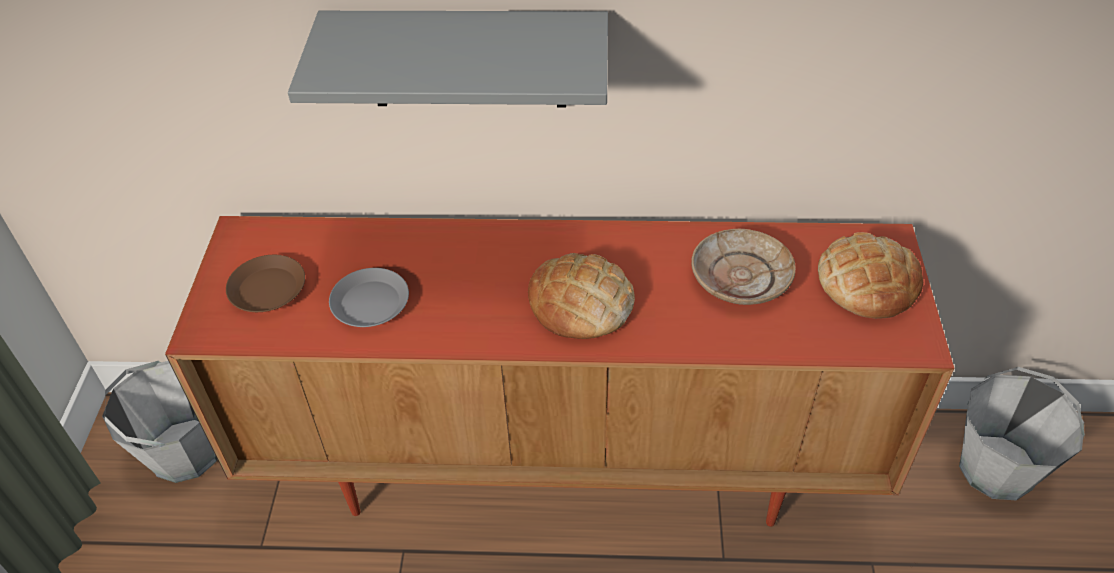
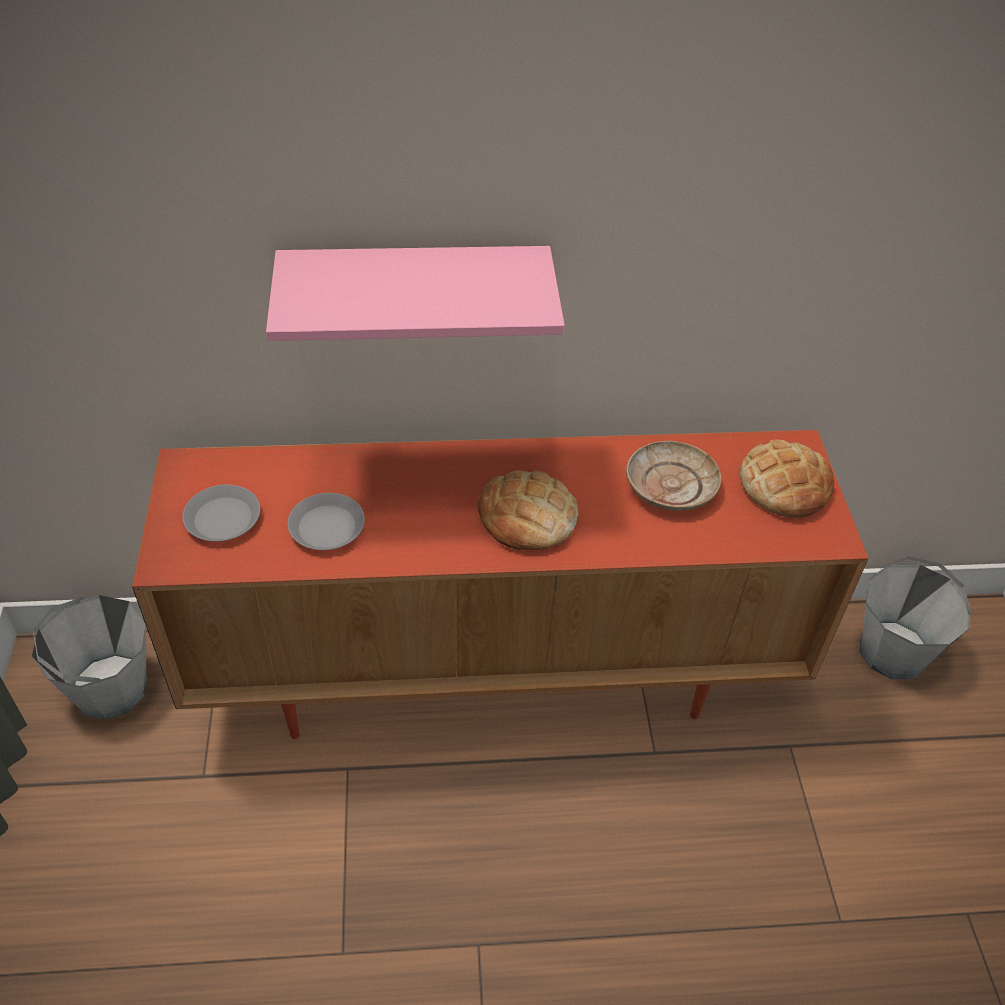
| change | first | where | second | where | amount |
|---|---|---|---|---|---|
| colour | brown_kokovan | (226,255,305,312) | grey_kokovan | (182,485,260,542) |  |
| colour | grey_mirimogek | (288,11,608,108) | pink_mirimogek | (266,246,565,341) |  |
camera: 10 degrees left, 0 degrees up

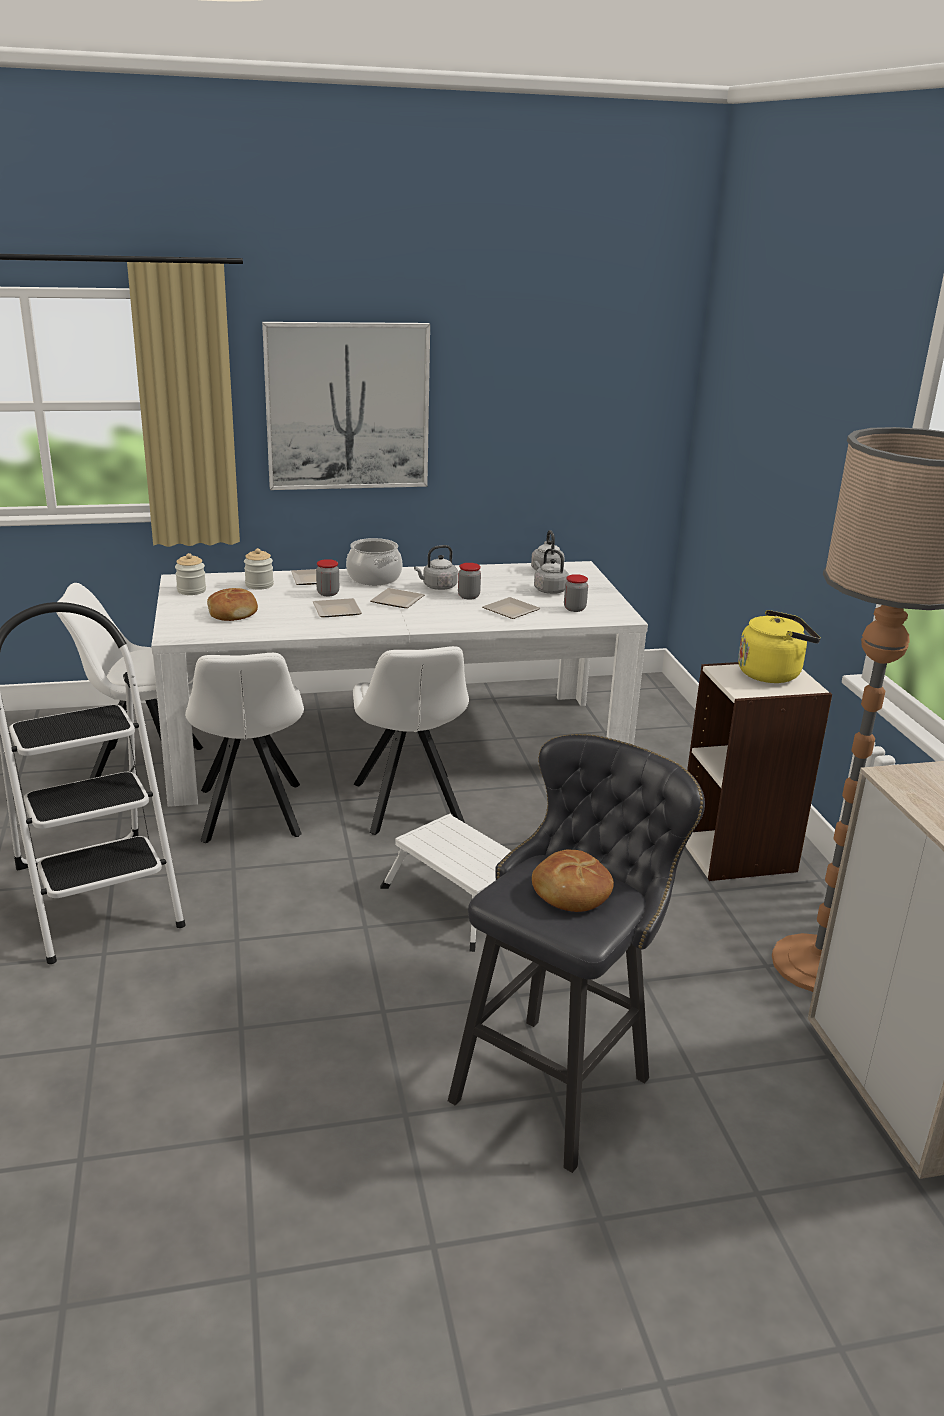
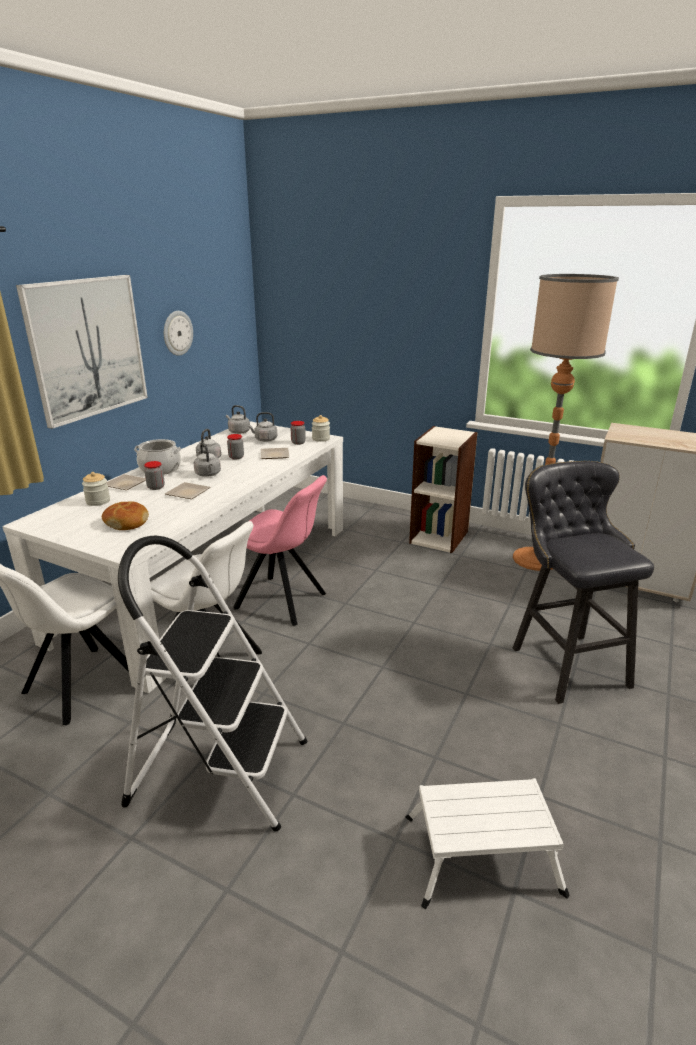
| change | first | where | second | where | amount |
|---|---|---|---|---|---|
| appeared |  |  | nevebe | (164,311,193,356) |  |
| exchanged | kokovan | (370,588,425,608) | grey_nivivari | (193,442,221,477) |  |
| colour | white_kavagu | (353,646,469,835) | pink_kavagu | (233,475,327,626) |  |
| relocated | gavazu | (175,553,206,595) |  | (312,415,330,442) |  |
| relocated | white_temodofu | (380,814,511,952) |  | (405,778,570,909) |  |
| missing | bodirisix | (532,850,614,912) |  |  |  |
| missing | yellow_nivivari | (738,610,821,683) |  |  |  |
camera: 50 degrees left, 0 degrees up

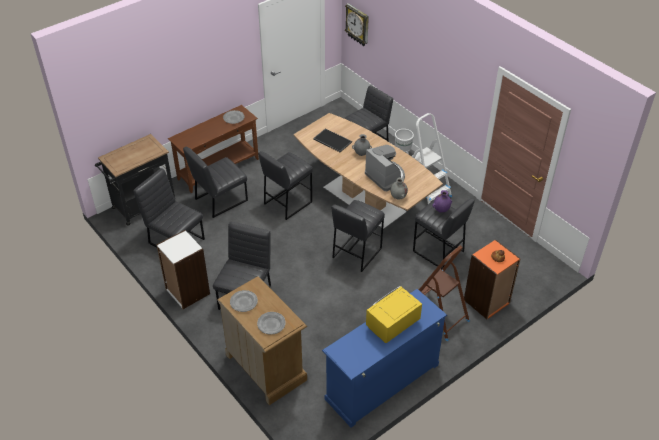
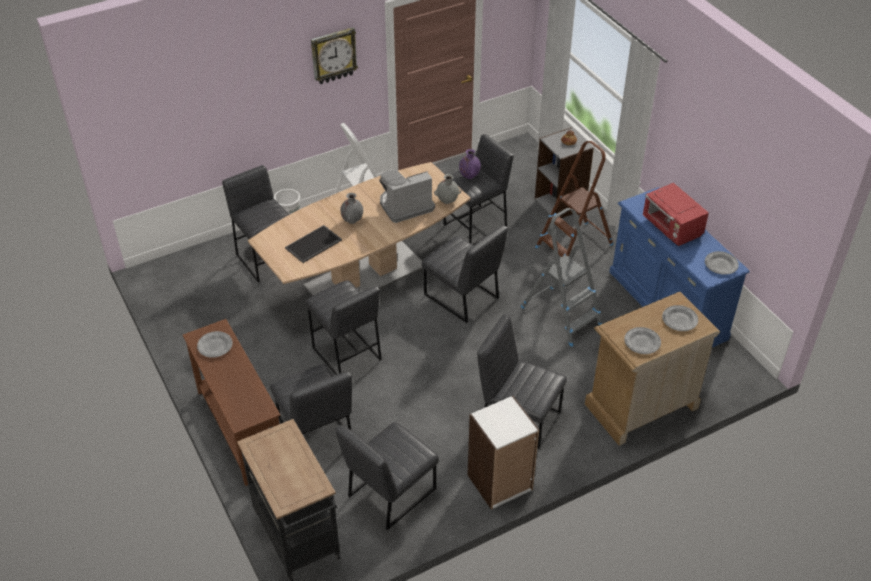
| change | first | where | second | where | amount |
|---|---|---|---|---|---|
| relocated | nevebe | (345,3,369,46) |  | (311,27,358,84) |  |
| exchanged | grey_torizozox | (331,200,385,272) | grey_kavagu | (422,225,508,323) |  |
| appeared |  |  | grey_temodofu | (521,208,602,347) |  |
| colour | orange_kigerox | (464,239,521,319) | grey_kigerox | (535,127,594,218) |  |
| colour | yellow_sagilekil | (366,286,422,343) | red_sagilekil | (642,183,709,246) |  |
| appeared |  |  | grey_kokovan | (705,251,739,275) |  |
camera: 80 degrees left, 0 degrees up

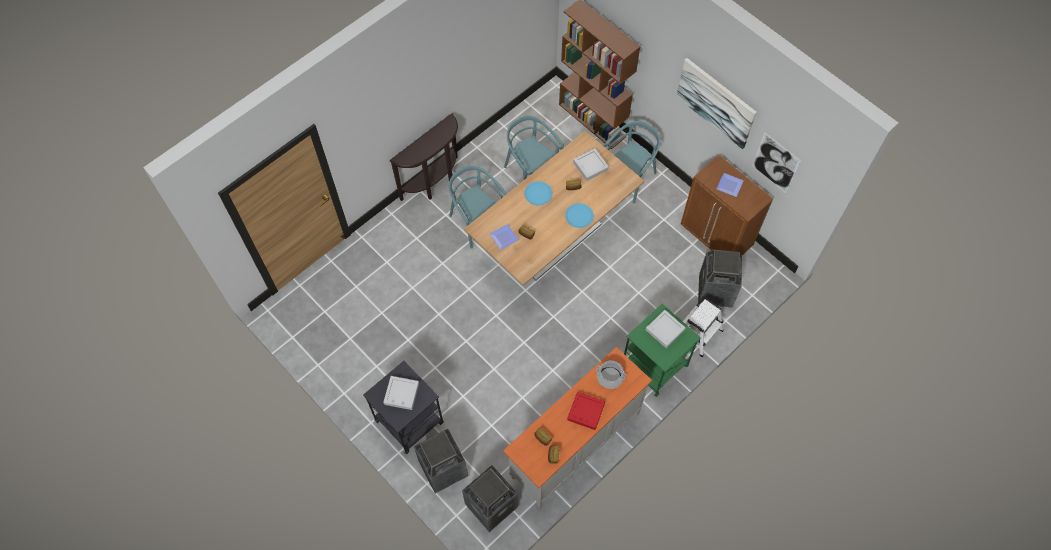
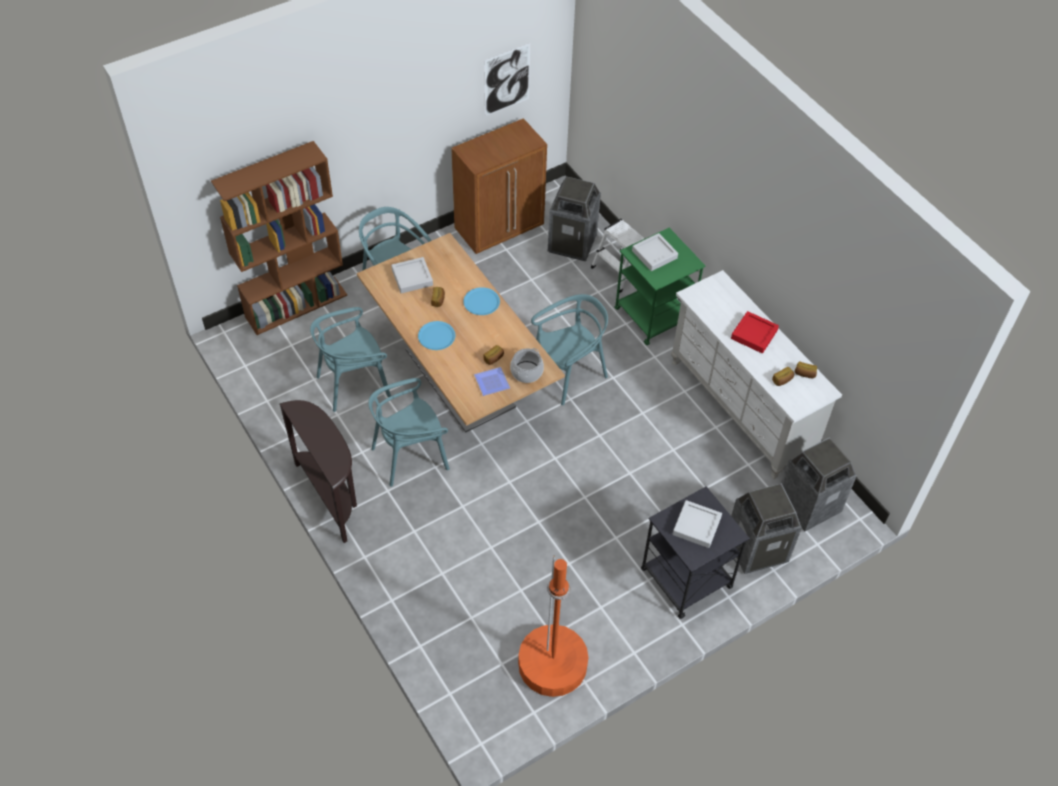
| change | first | where | second | where | amount |
|---|---|---|---|---|---|
| relocated | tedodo | (596,360,626,389) |  | (510,348,544,383) |  |
| appeared |  |  | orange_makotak | (518,556,588,697) |  |
| appeared |  |  | turquoise_kavagu | (531,294,608,405) |  |
| colour | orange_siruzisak | (503,347,652,508) | white_siruzisak | (671,270,842,479) |  |
| missing | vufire | (676,58,757,149) |  |  |  |
| missing | kokovan | (717,173,744,197) |  |  |  |
camera: 80 degrees left, 10 degrees down

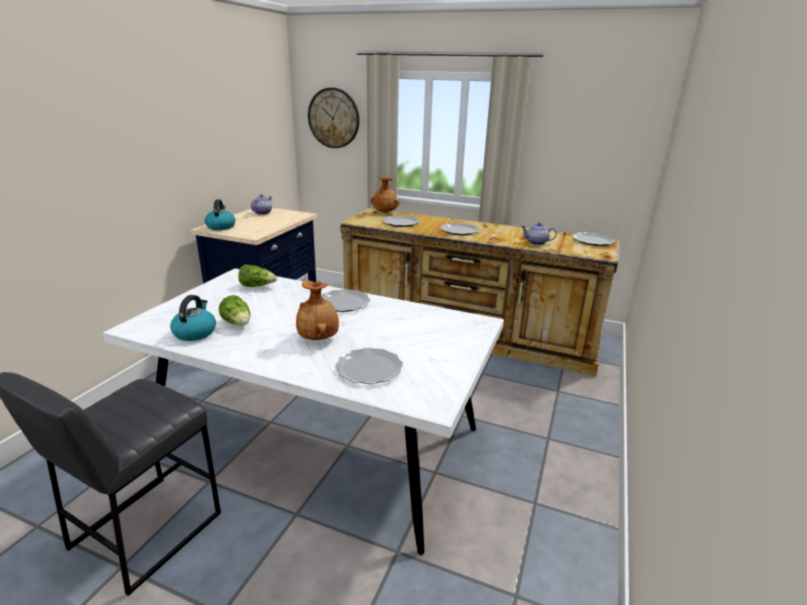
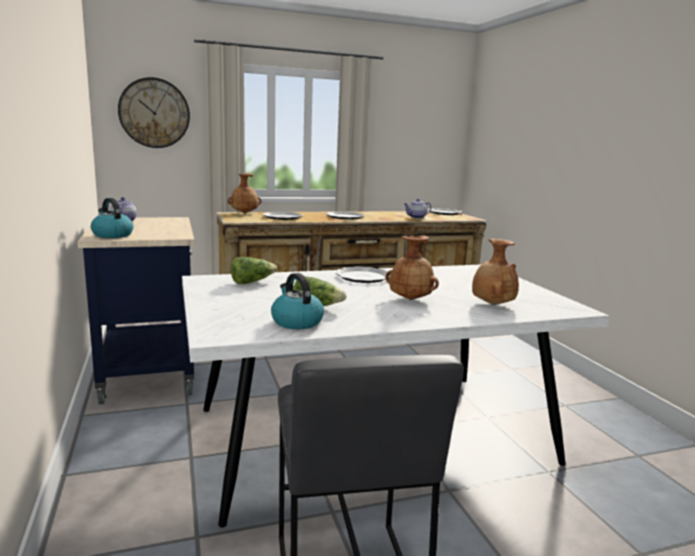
| change | first | where | second | where | amount |
|---|---|---|---|---|---|
| exchanged | kokovan | (335,348,403,384) | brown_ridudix | (472,239,519,305) |  |
camera: 40 degrees left, 10 degrees down

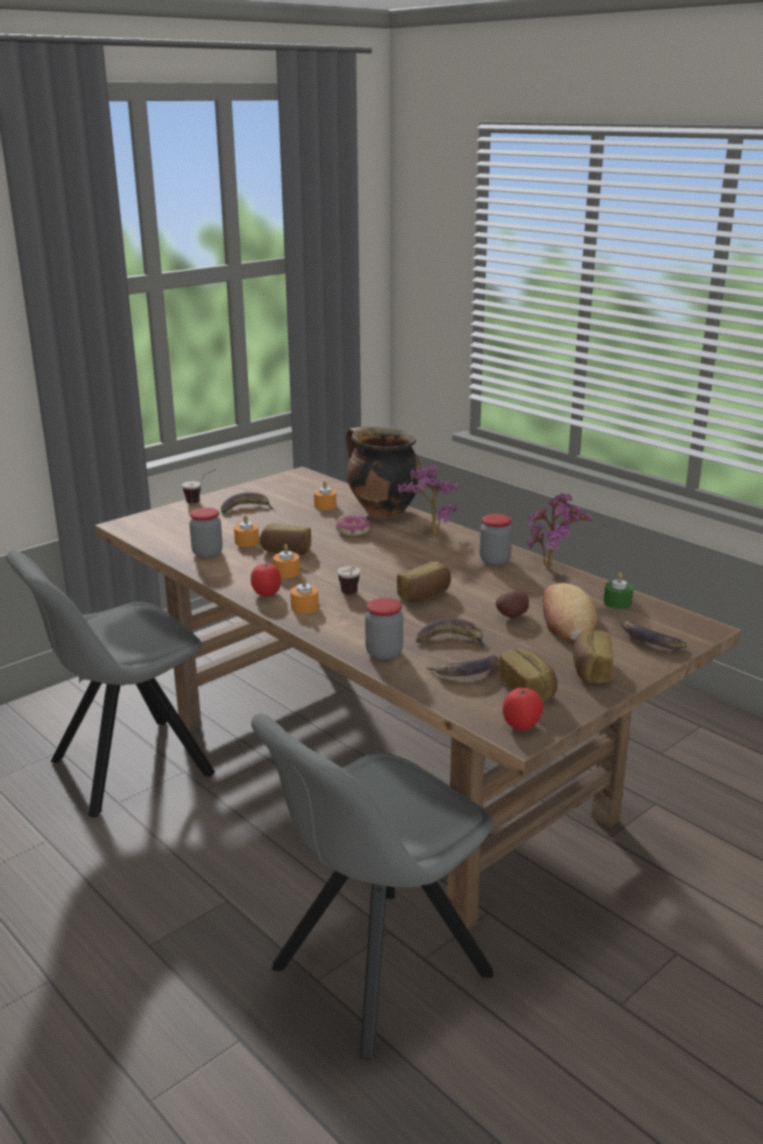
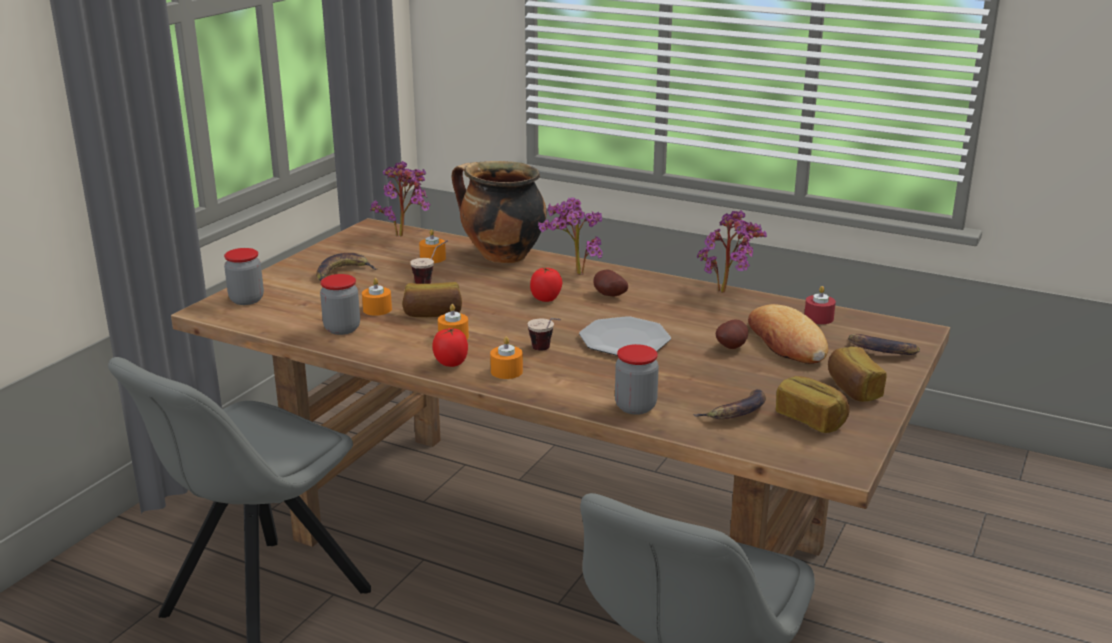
| change | first | where | second | where | amount |
|---|---|---|---|---|---|
| relocated | gavazu | (480,514,512,565) |  | (224,248,264,305) |  |
| appeared |  |  | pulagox | (370,161,431,236) |  |
| relocated | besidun | (182,469,216,504) |  | (410,240,448,284) |  |
| relocated | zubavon | (503,687,543,731) |  | (530,268,562,302) |  |
| exchanged | bodirisix | (397,562,451,603) | kokovan | (579,316,671,356) |  |
| appeared |  |  | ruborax | (593,270,628,296) |  |
| colour | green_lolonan | (603,573,633,609) | red_lolonan | (804,286,836,324) |  |
| missing | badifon | (336,516,371,536) |  |  |  |
| missing | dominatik | (416,618,485,649) |  |  |  |
camera: 20 degrees left, 0 degrees up

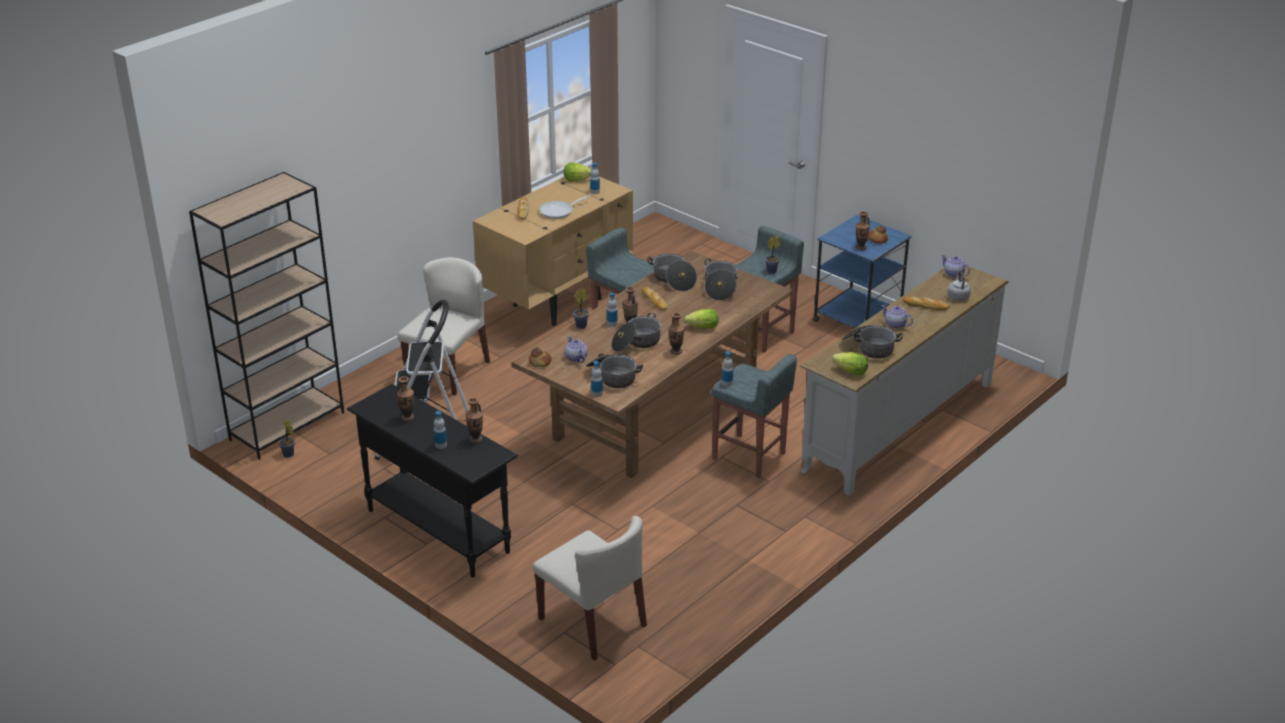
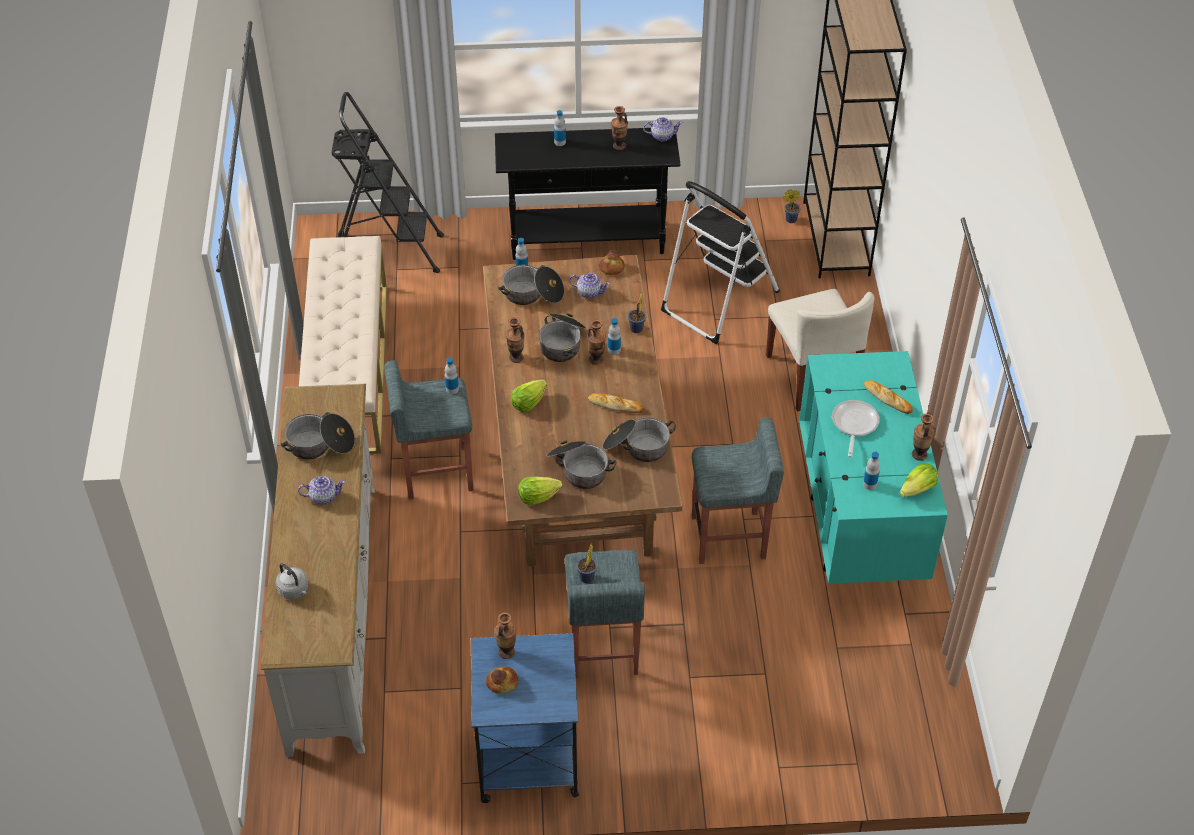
| change | first | where | second | where | amount |
|---|---|---|---|---|---|
| appeared |  |  | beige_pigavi | (299,236,387,454) |  |
| exchanged | beige_kavagu | (533,516,647,661) | temodofu | (332,92,444,273) |  |
| relocated | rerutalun | (832,352,868,375) |  | (518,477,563,505) |  |
| relocated | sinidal | (941,255,970,278) |  | (643,117,682,141) |  |
| colour | beige_siruzisak | (473,177,633,326) | turquoise_siruzisak | (799,351,948,584) |  |
| relocated | ridudix | (466,397,483,443) |  | (912,414,935,461) |  |
| missing | bodirisix | (903,296,950,310) |  |  |  |
camera: 135 degrees right, 15 degrees up

